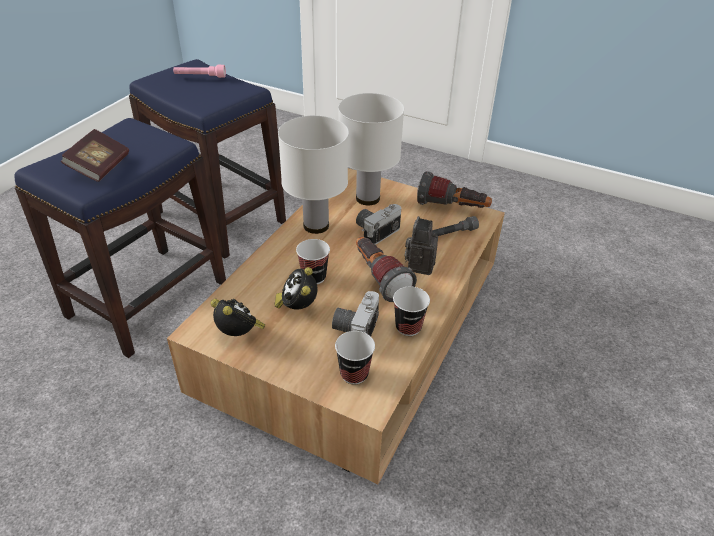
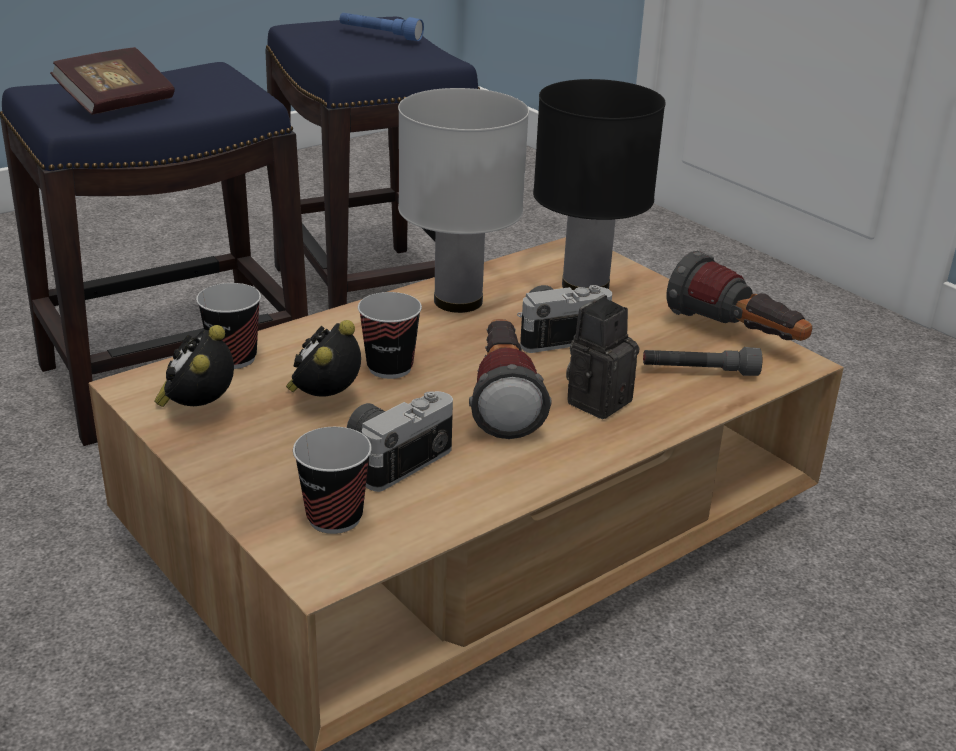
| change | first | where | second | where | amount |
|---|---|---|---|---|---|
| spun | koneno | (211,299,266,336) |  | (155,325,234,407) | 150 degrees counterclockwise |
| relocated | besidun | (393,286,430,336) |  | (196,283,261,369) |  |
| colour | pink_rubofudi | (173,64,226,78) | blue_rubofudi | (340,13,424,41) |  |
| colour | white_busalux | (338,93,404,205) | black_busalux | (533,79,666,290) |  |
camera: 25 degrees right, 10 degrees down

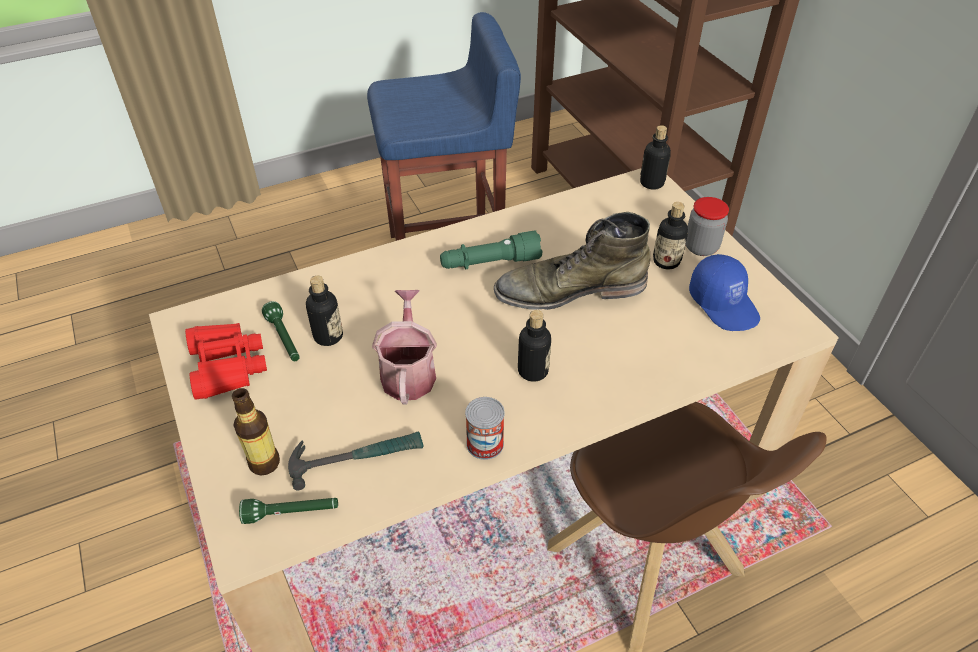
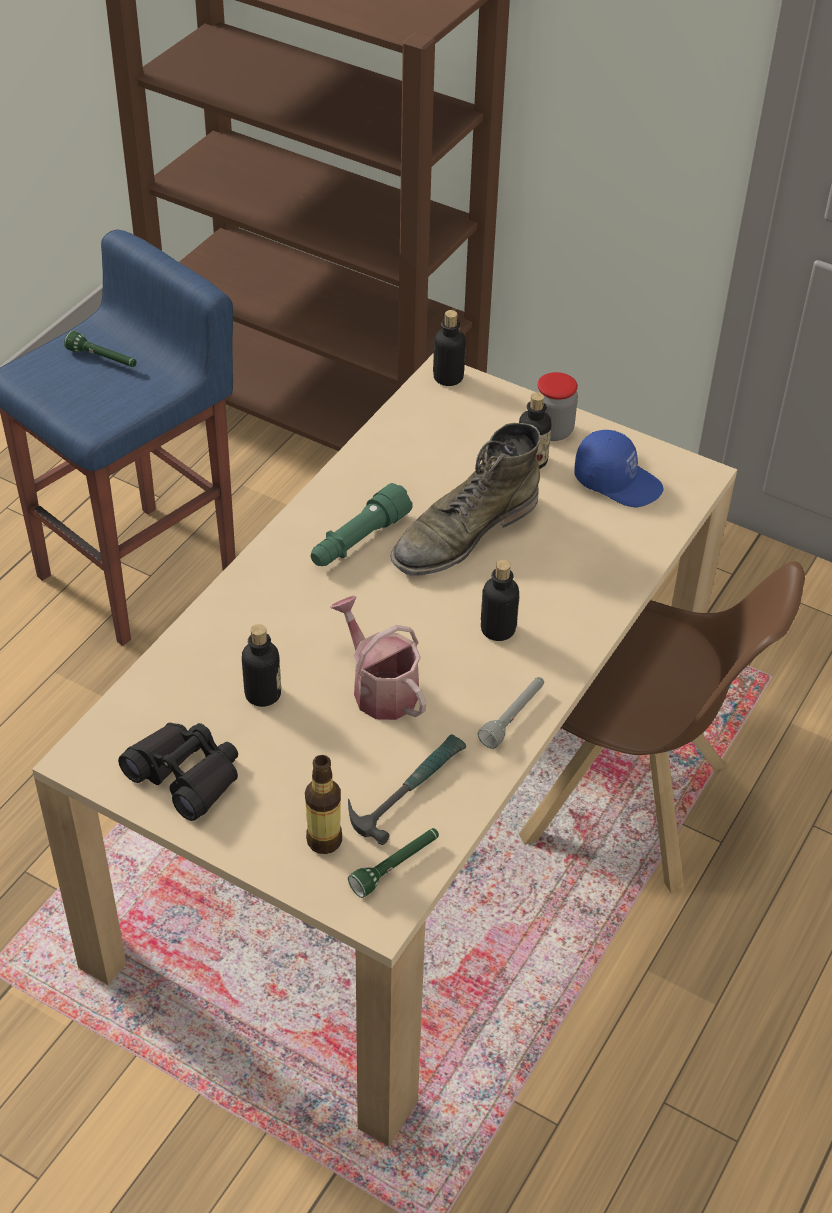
| change | first | where | second | where | amount |
|---|---|---|---|---|---|
| relocated | green_rubofudi | (262,301,300,361) |  | (64,331,137,367) |  |
| colour | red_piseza | (185,323,267,400) | black_piseza | (118,723,238,821) |  |
| exchanged | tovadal | (465,397,505,460) | grey_rubofudi | (478,677,544,749) |  |
camera: 35 degrees left, 0 degrees up

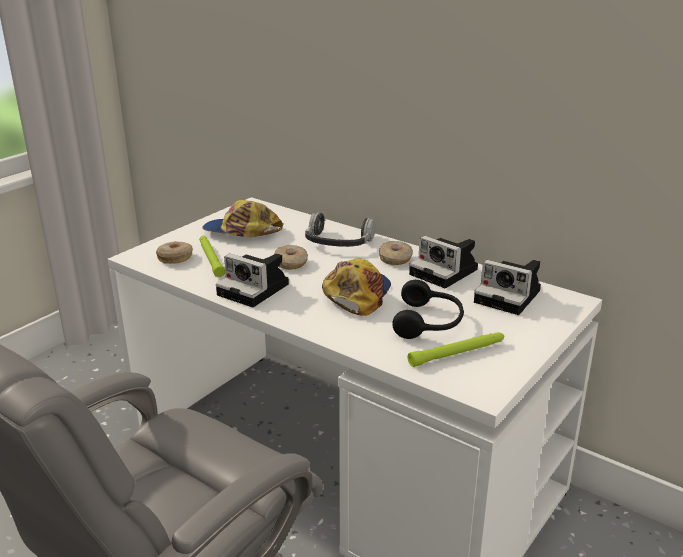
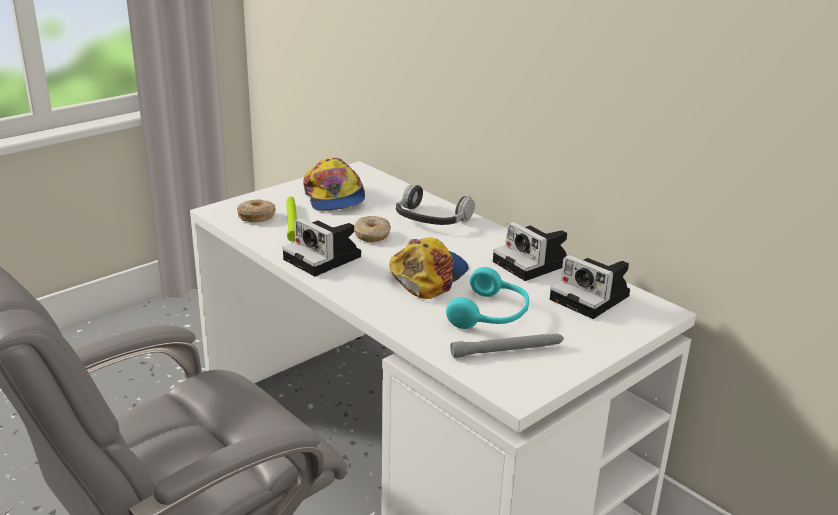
| change | first | where | second | where | amount |
|---|---|---|---|---|---|
| spun | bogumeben | (202,200,283,237) |  | (303,158,365,211) | 135 degrees counterclockwise |
| colour | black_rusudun | (392,280,464,339) | turquoise_rusudun | (446,267,529,329) |  |
| colour | green_rubofudi | (408,332,504,367) | grey_rubofudi | (450,333,564,358) |  |
| missing | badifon | (379,241,413,265) |  |  |  |
camera: 10 degrees right, 0 degrees up

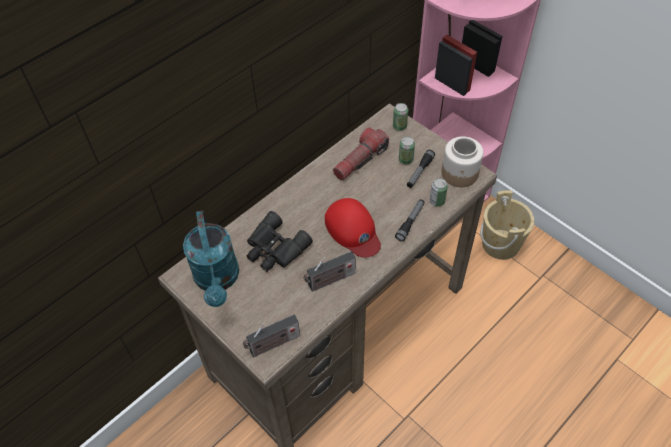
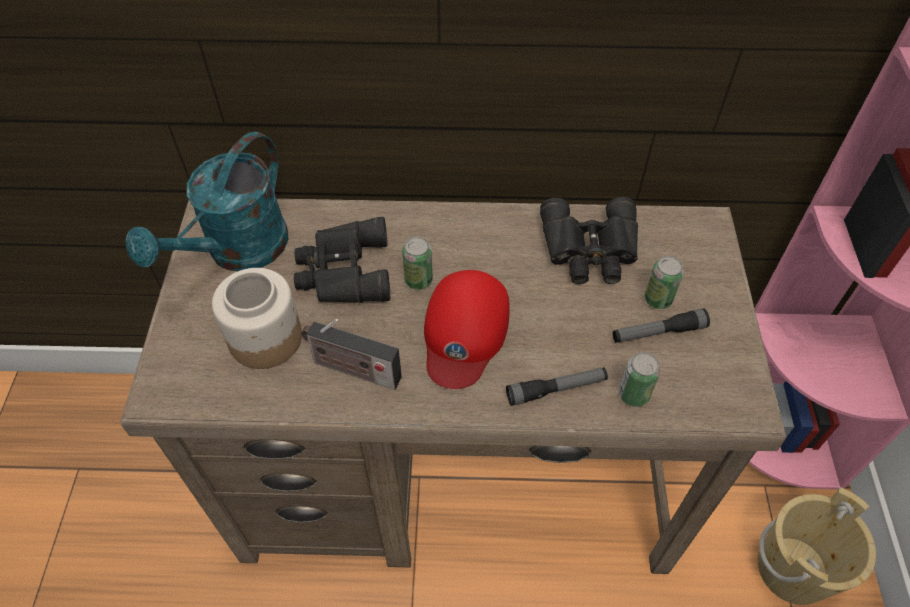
| change | first | where | second | where | amount |
|---|---|---|---|---|---|
| relocated | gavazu | (442,136,483,187) |  | (212,268,302,369) |  |
| relocated | tovadal | (393,103,408,131) |  | (402,237,433,290) |  |
| exchanged | rubofudi | (333,127,389,180) | black_piseza | (540,197,638,284) |  |
| missing | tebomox | (243,314,300,357) |  |  |  |
camera: 45 degrees right, 0 degrees up

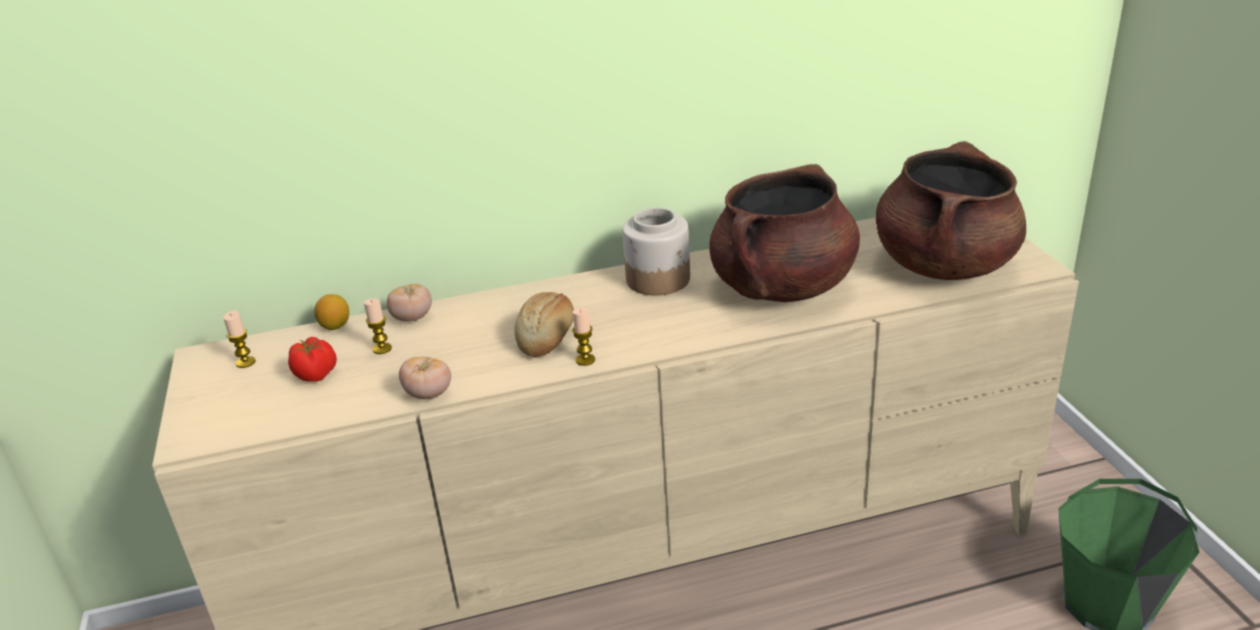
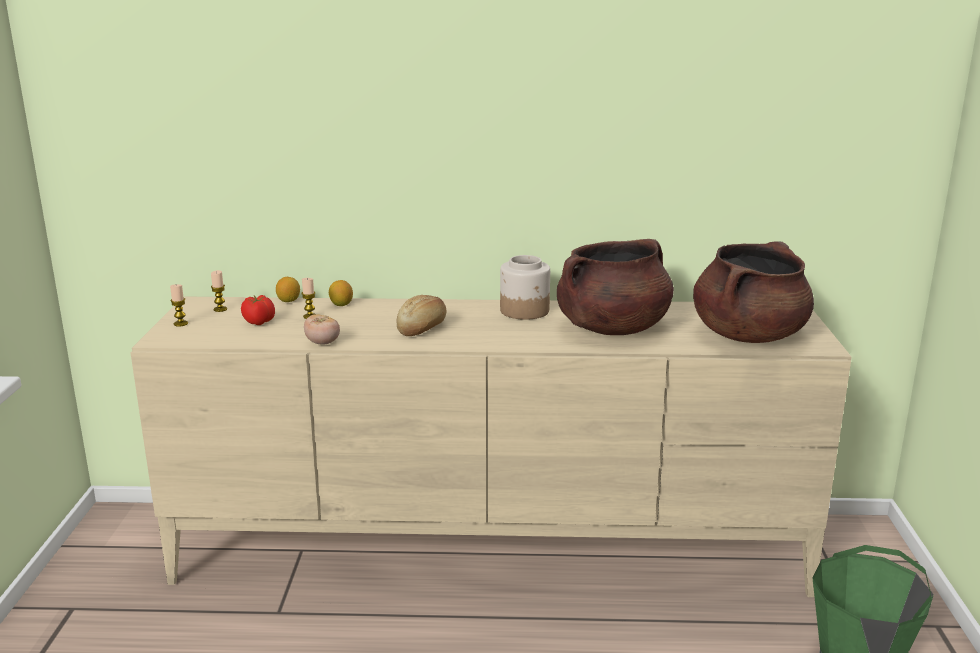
| change | first | where | second | where | amount |
|---|---|---|---|---|---|
| relocated | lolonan | (572,308,595,366) |  | (170,284,188,327) |  |
| exchanged | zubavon | (387,284,432,322) | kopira | (329,280,353,306) |  |
camera: 15 degrees right, 10 degrees down

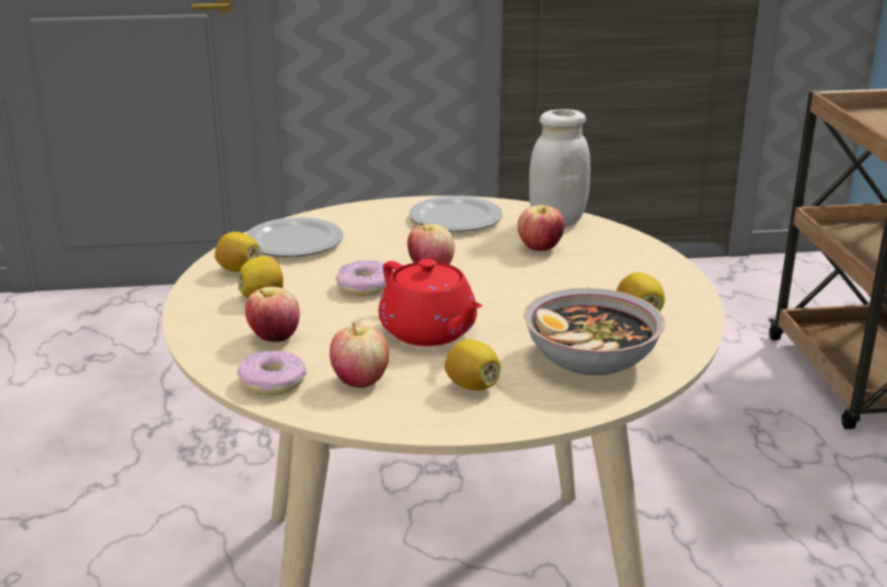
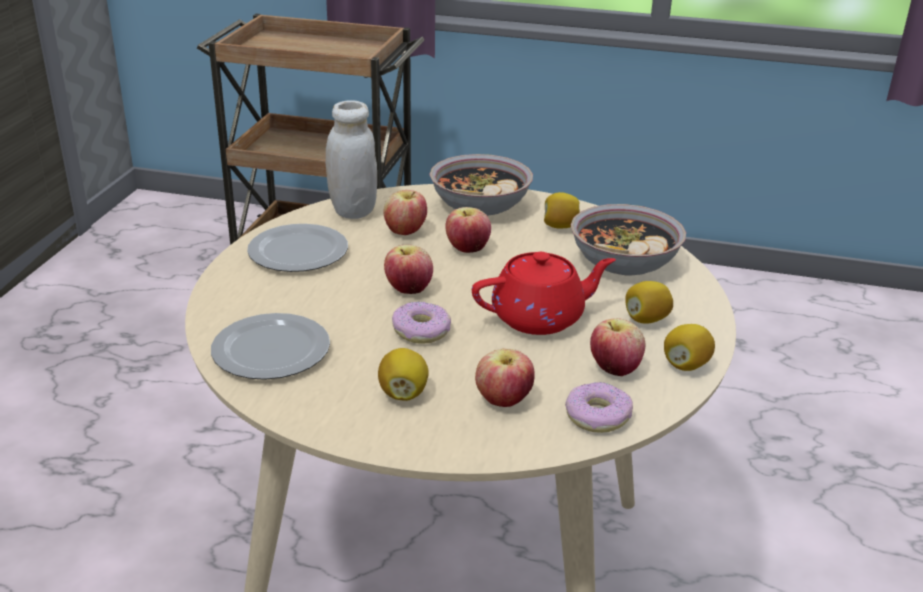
| change | first | where | second | where | amount |
|---|---|---|---|---|---|
| appeared |  |  | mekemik | (429,154,533,216) |  |
| appeared |  |  | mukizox | (445,207,491,253) |  |
| relocated | kopira | (215,232,261,272) |  | (664,324,715,371) |  |
camera: 70 degrees left, 5 degrees up

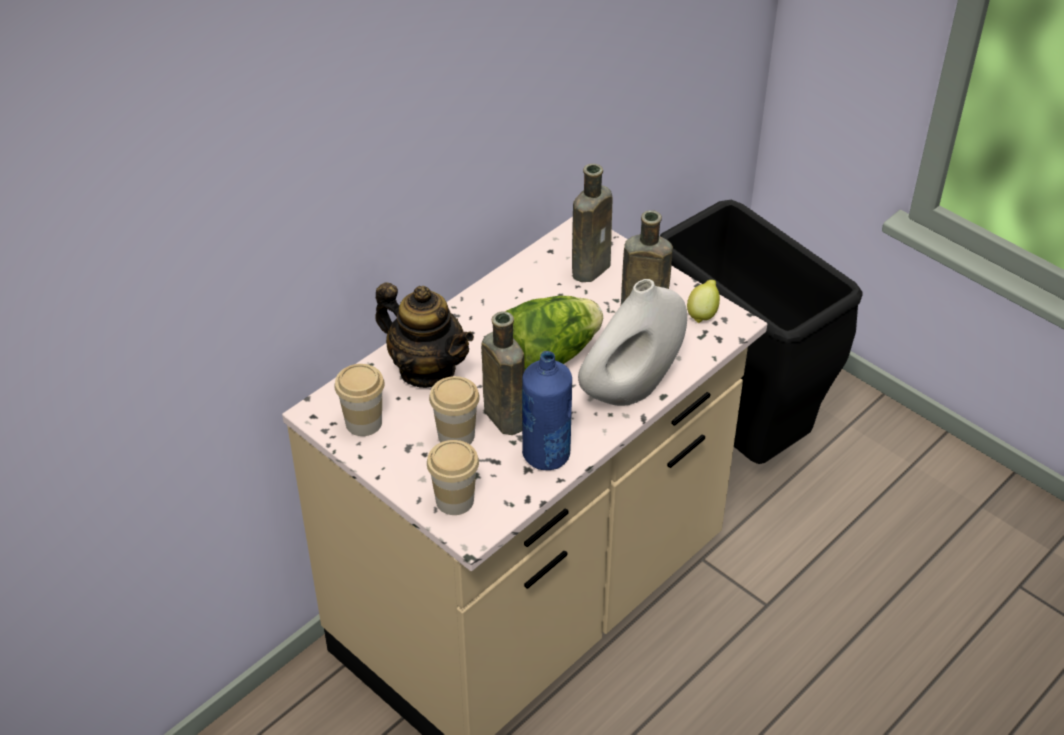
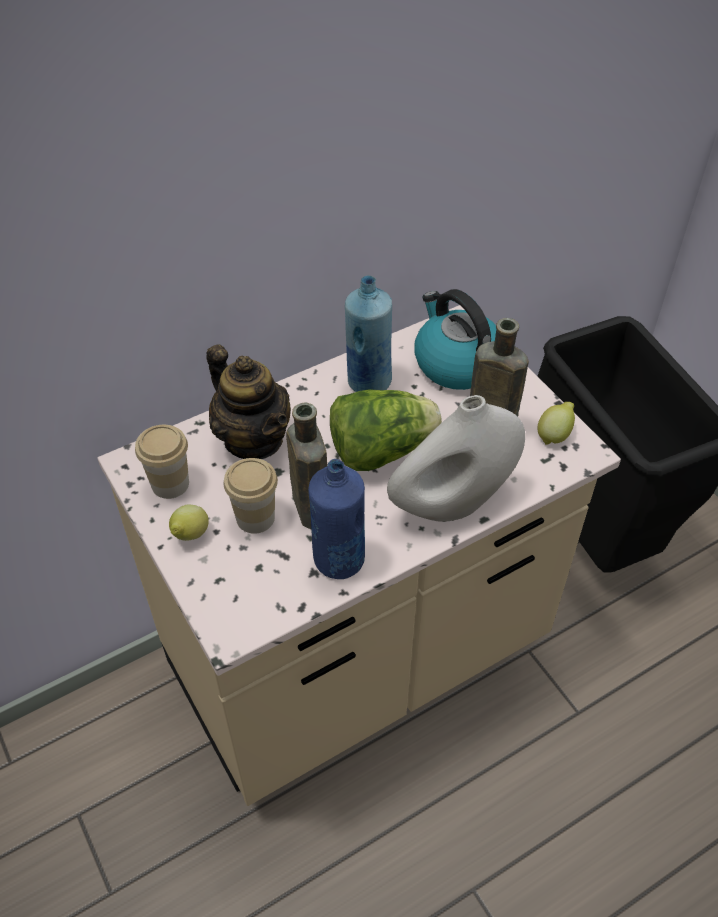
| change | first | where | second | where | amount |
|---|---|---|---|---|---|
| appeared |  |  | kopira | (169,505,209,541) |  |
| appeared |  |  | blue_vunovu | (345,276,392,392) |  |
| exchanged | brown_vunovu | (572,164,612,282) | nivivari | (414,289,496,390) |  |
| missing | besidun | (427,440,479,515) |  |  |  |
camera: 15 degrees right, 5 degrees up

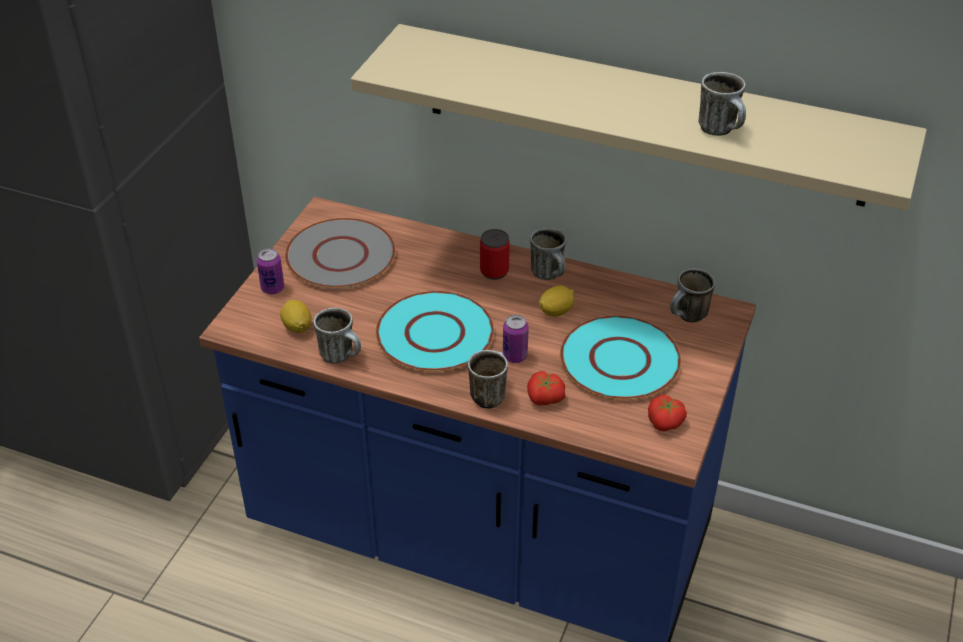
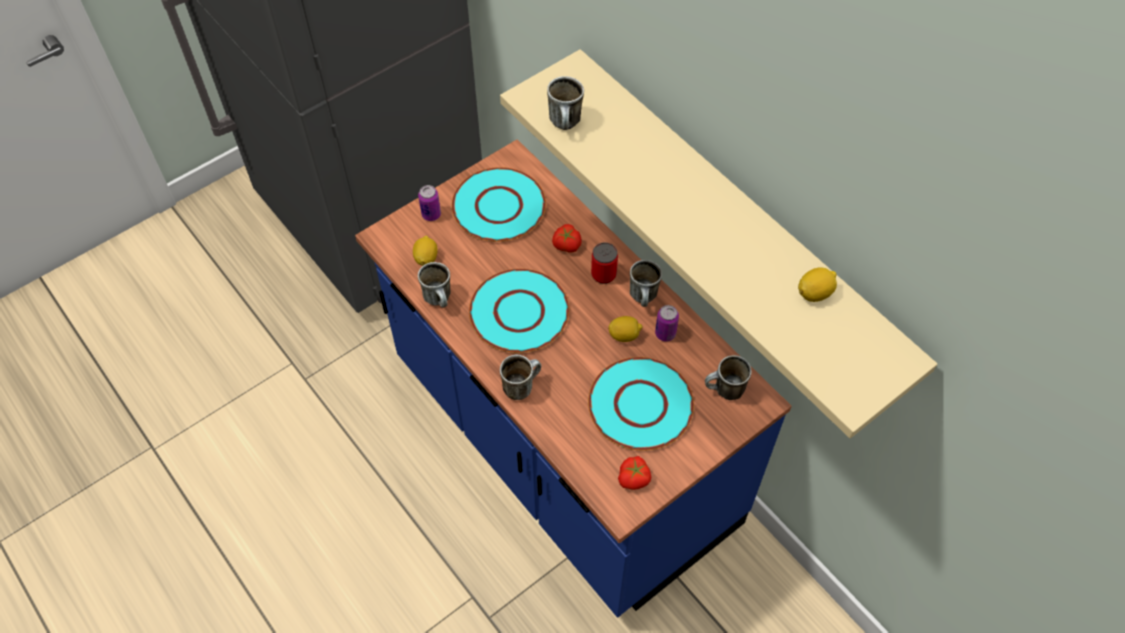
| change | first | where | second | where | amount |
|---|---|---|---|---|---|
| colour | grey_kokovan | (285,218,396,289) | turquoise_kokovan | (452,167,546,241) |  |
| relocated | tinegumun | (698,72,746,136) |  | (547,76,584,130) |  |
| relocated | zubavon | (527,371,566,406) |  | (552,224,582,253) |  |
| relocated | tovadal | (503,315,529,363) |  | (655,305,679,342) |  |
| appeared |  |  | kopira | (798,267,837,302) |  |
camera: 30 degrees right, 15 degrees up

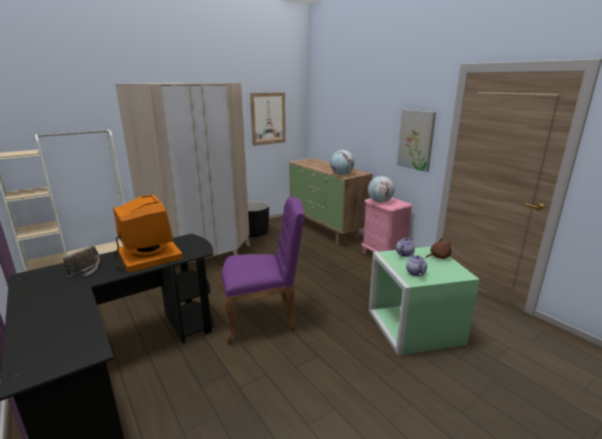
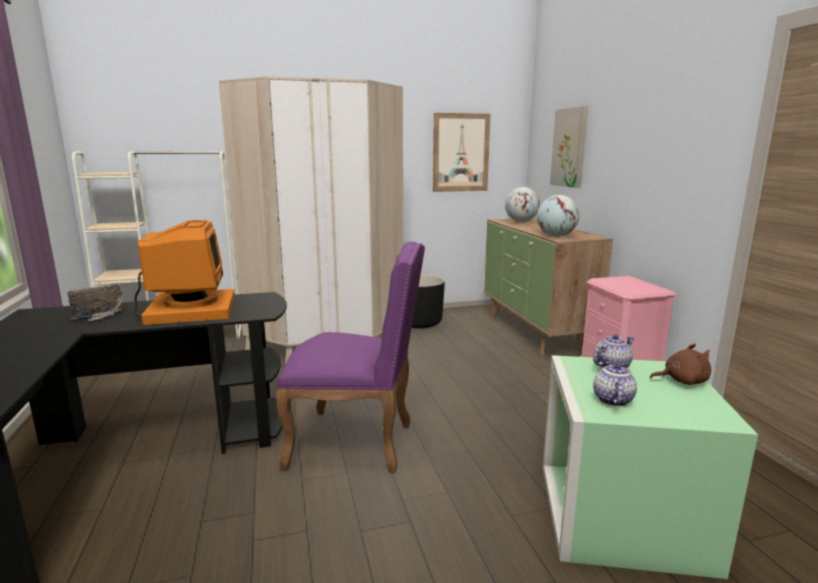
| change | first | where | second | where | amount |
|---|---|---|---|---|---|
| relocated | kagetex | (368,176,395,203) |  | (505,187,540,222) |  |
| relocated | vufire | (397,110,436,172) |  | (550,106,588,188) |  |
camera: 20 degrees right, 5 degrees down

